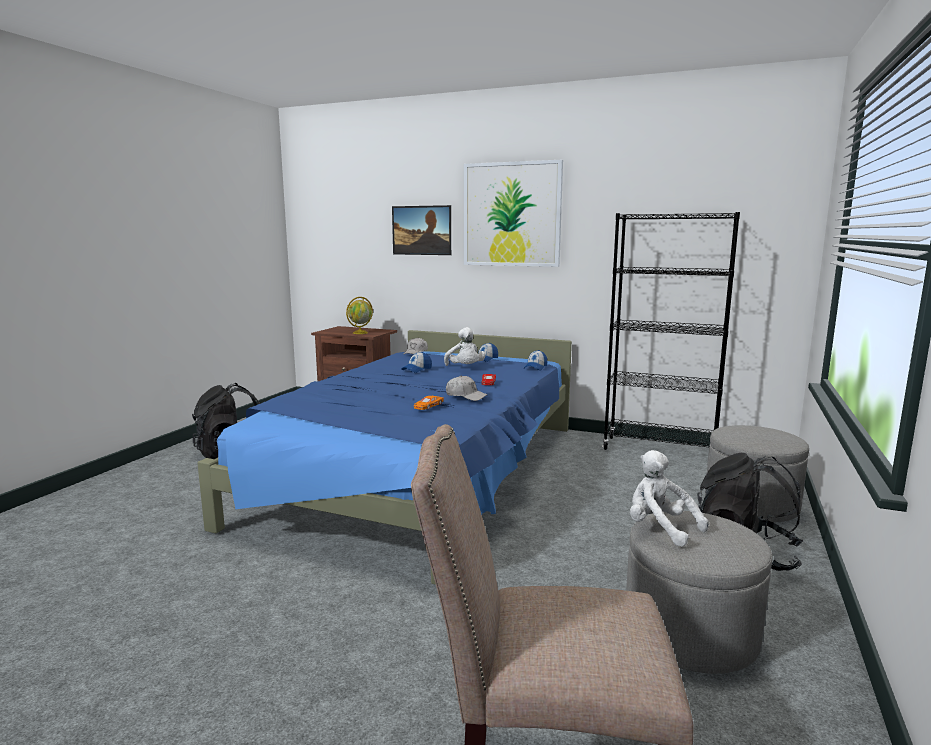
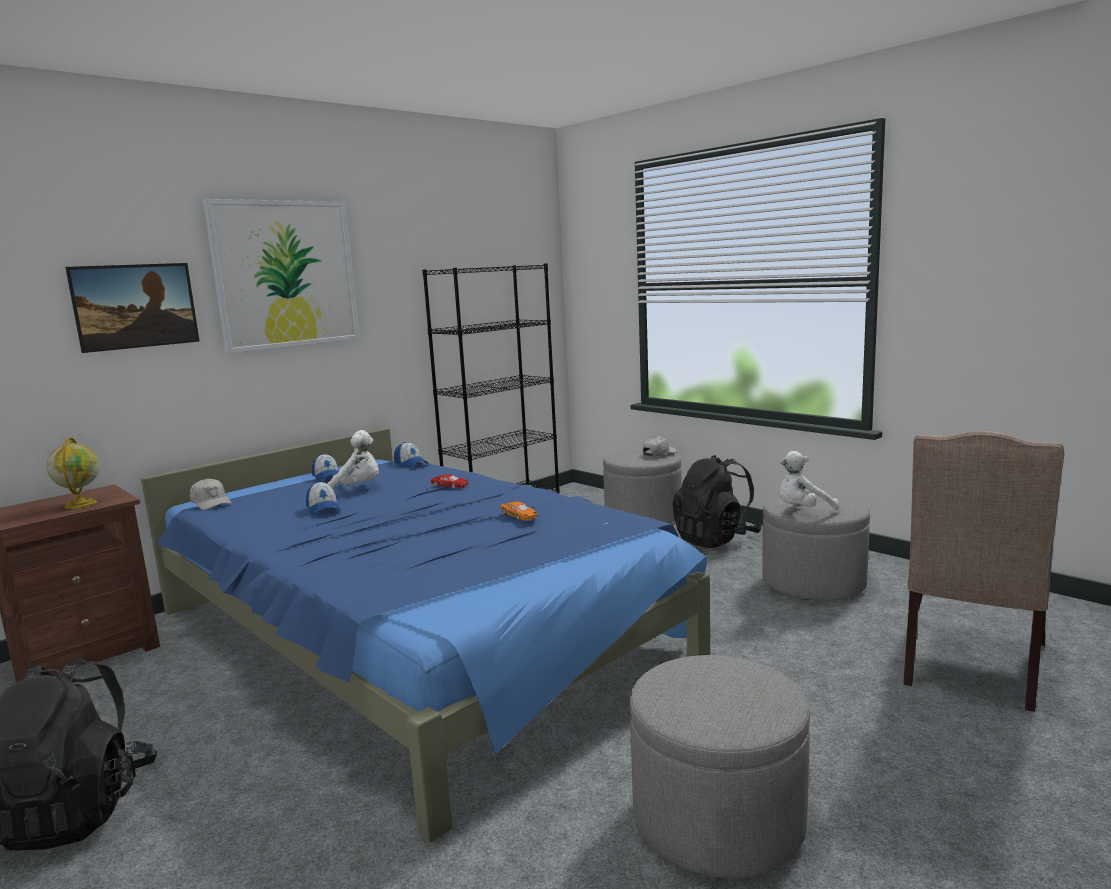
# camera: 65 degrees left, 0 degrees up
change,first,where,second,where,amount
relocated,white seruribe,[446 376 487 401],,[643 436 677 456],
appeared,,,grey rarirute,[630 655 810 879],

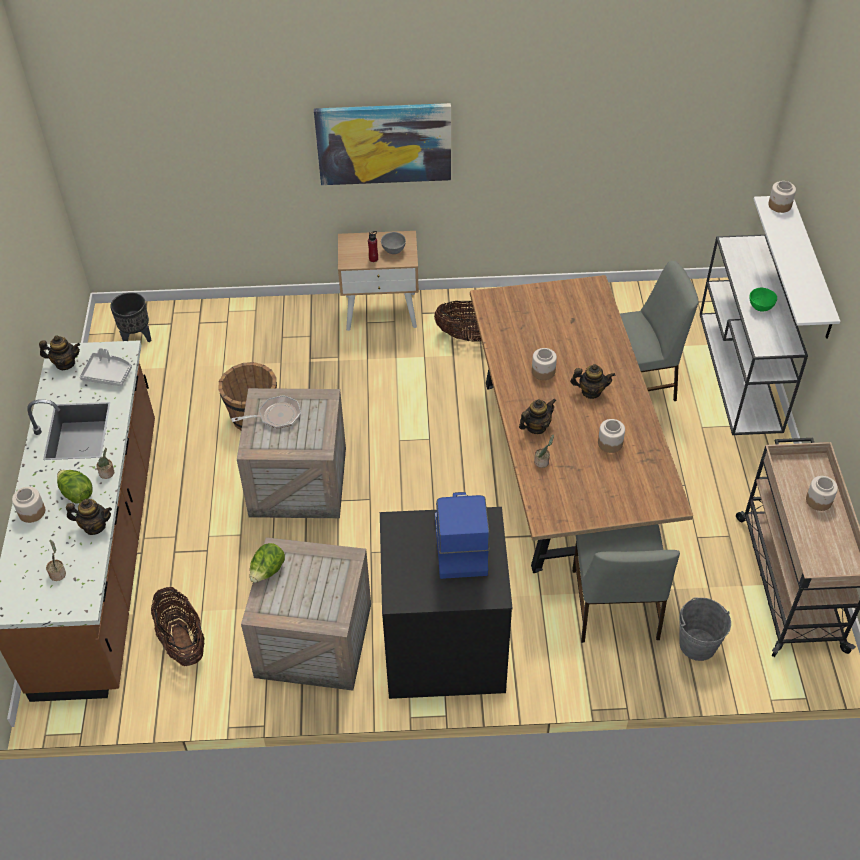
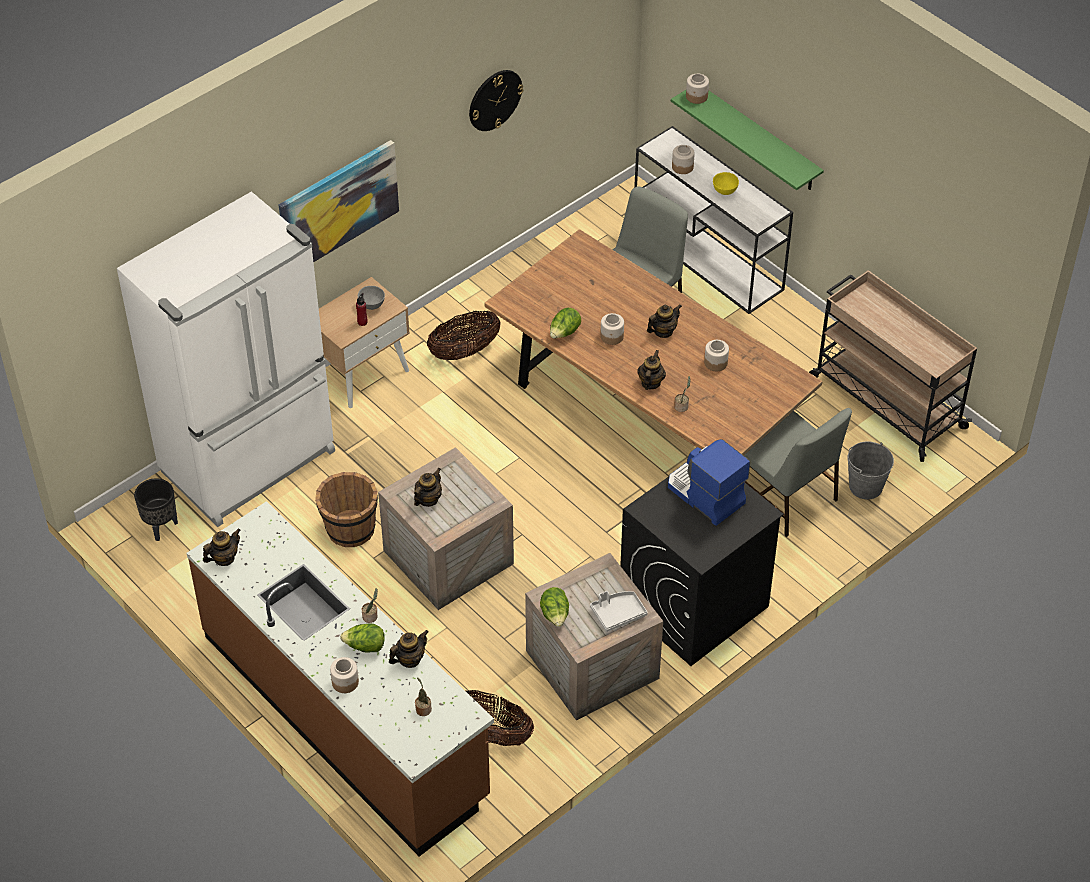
# camera: 40 degrees left, 0 degrees up
change,first,where,second,where,amount
colour,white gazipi,[754 196 840 339],green gazipi,[671 90 824 190],
colour,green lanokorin,[750 288 777 312],yellow lanokorin,[713 172 739 195],
relocated,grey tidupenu,[80 348 132 386],,[590 591 648 632],
exchanged,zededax,[231 395 301 429],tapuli,[414 468 442 507],
relocated,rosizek,[806 476 838 511],,[672 145 695 174],
appeared,,,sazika,[469 70 523 131],
appeared,,,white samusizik,[117 191 335 527],
appeared,,,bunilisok,[550 308 581 338],

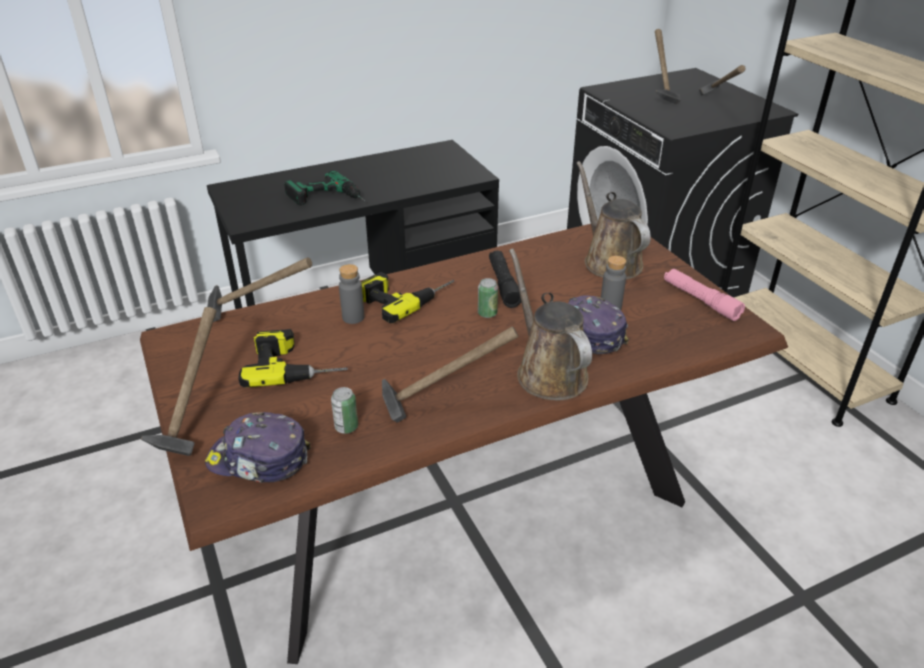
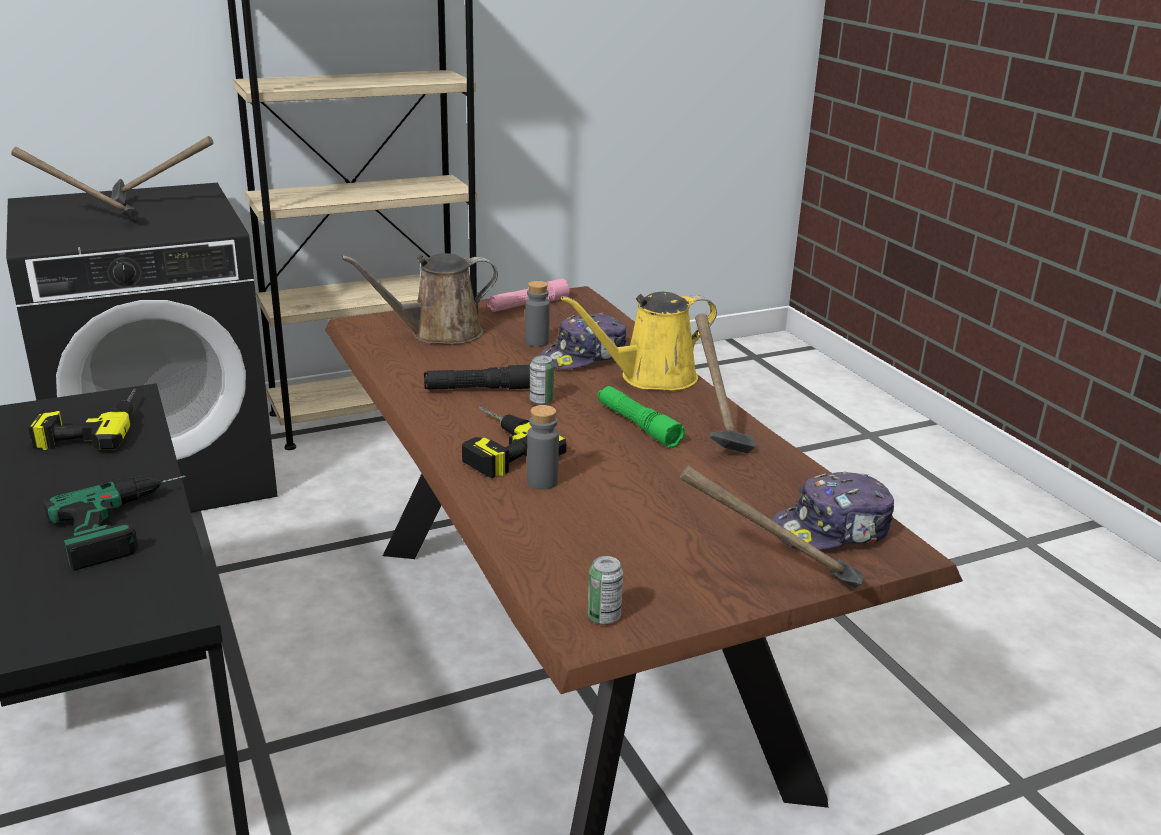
# camera: 90 degrees left, 10 degrees down
change,first,where,second,where,amount
colour,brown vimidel,[509 249 592 400],yellow vimidel,[561 292 717 391],
missing,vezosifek,[207 257 312 322],,,
relocated,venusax,[238 329 348 388],,[28 388 137 450],
relocated,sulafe,[331 387 358 434],,[587 556 623 625],
spun,seruribe,[205 412 311 483],,[772 472 894 550],60 degrees clockwise
appeared,,,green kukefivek,[597 386 685 448],

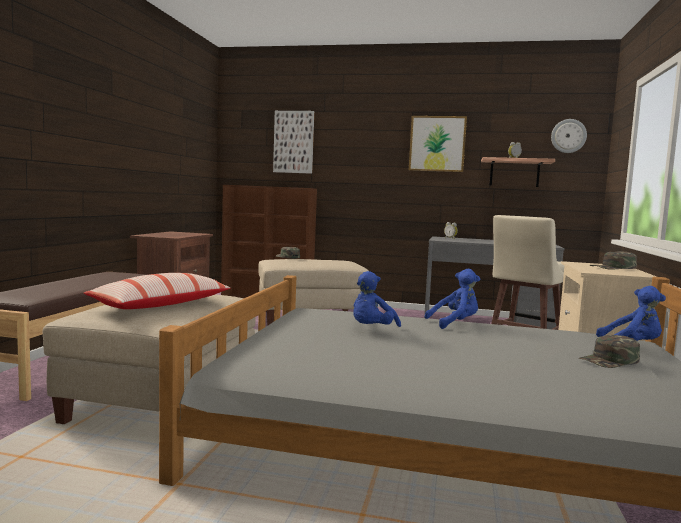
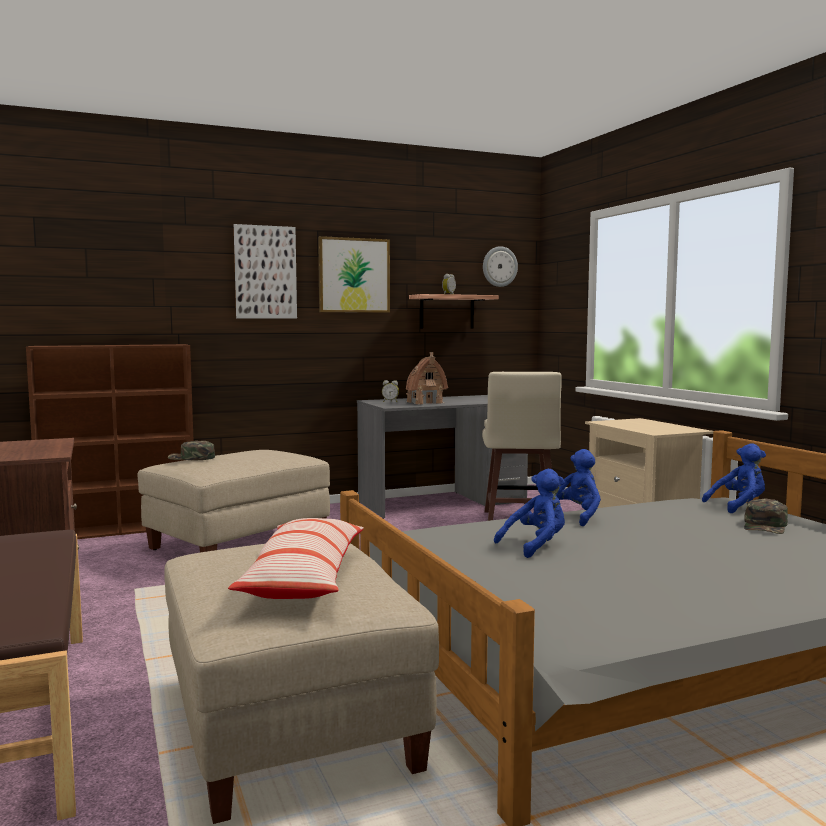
# camera: 35 degrees left, 0 degrees up
change,first,where,second,where,amount
relocated,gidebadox,[273 111 314 174],,[234 224 297 319],
missing,green seruribe,[590 251 637 270],,,
spun,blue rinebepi,[353 271 401 327],,[494 469 565 558],120 degrees counterclockwise
appeared,,,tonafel,[406 352 448 405],

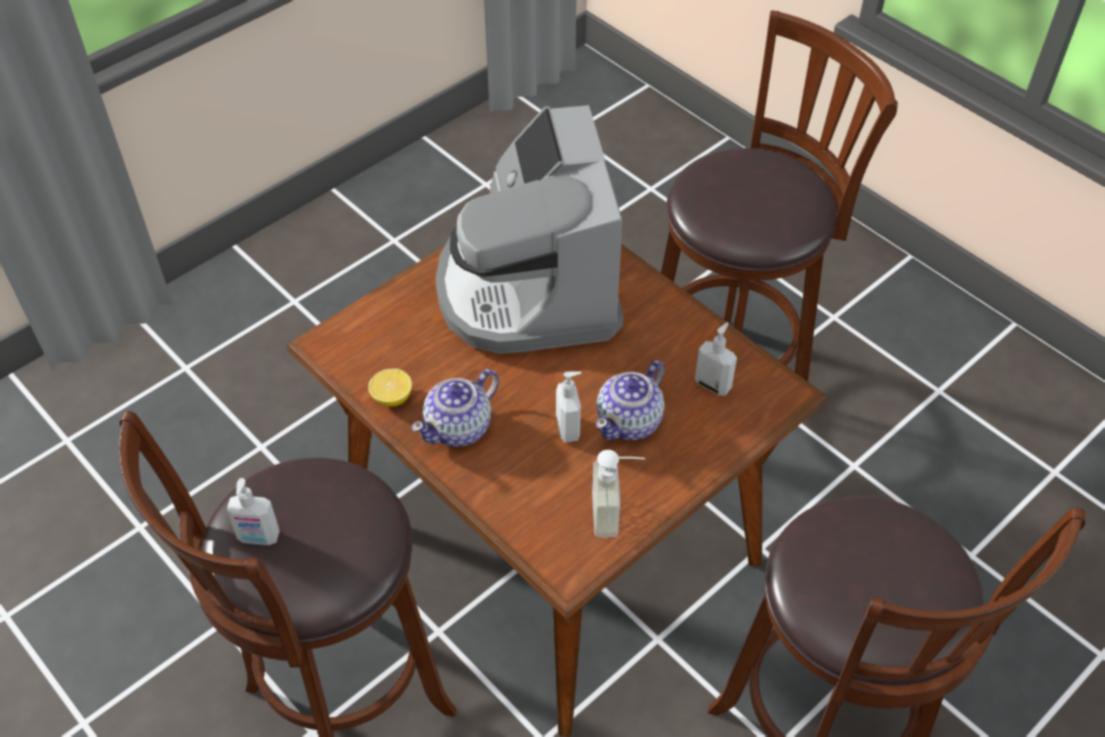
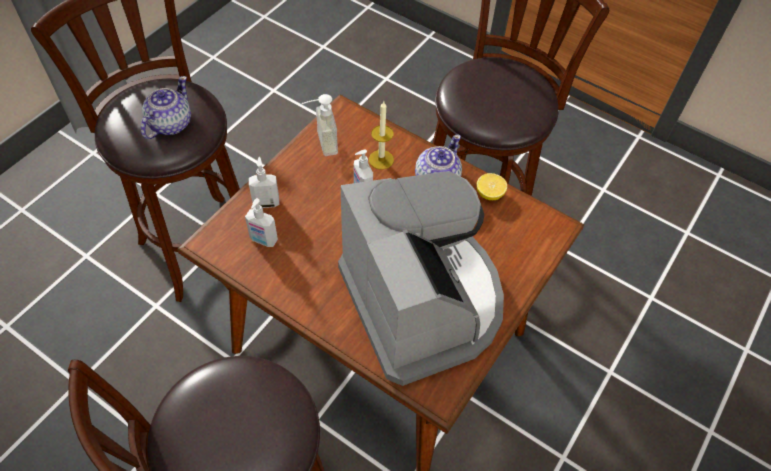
# camera: 165 degrees right, 5 degrees up
change,first,where,second,where,amount
relocated,tapuli,[596 360 665 440],,[141 76 191 139],
relocated,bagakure,[226 478 280 545],,[249 157 279 208],
appeared,,,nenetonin,[369 101 394 169],

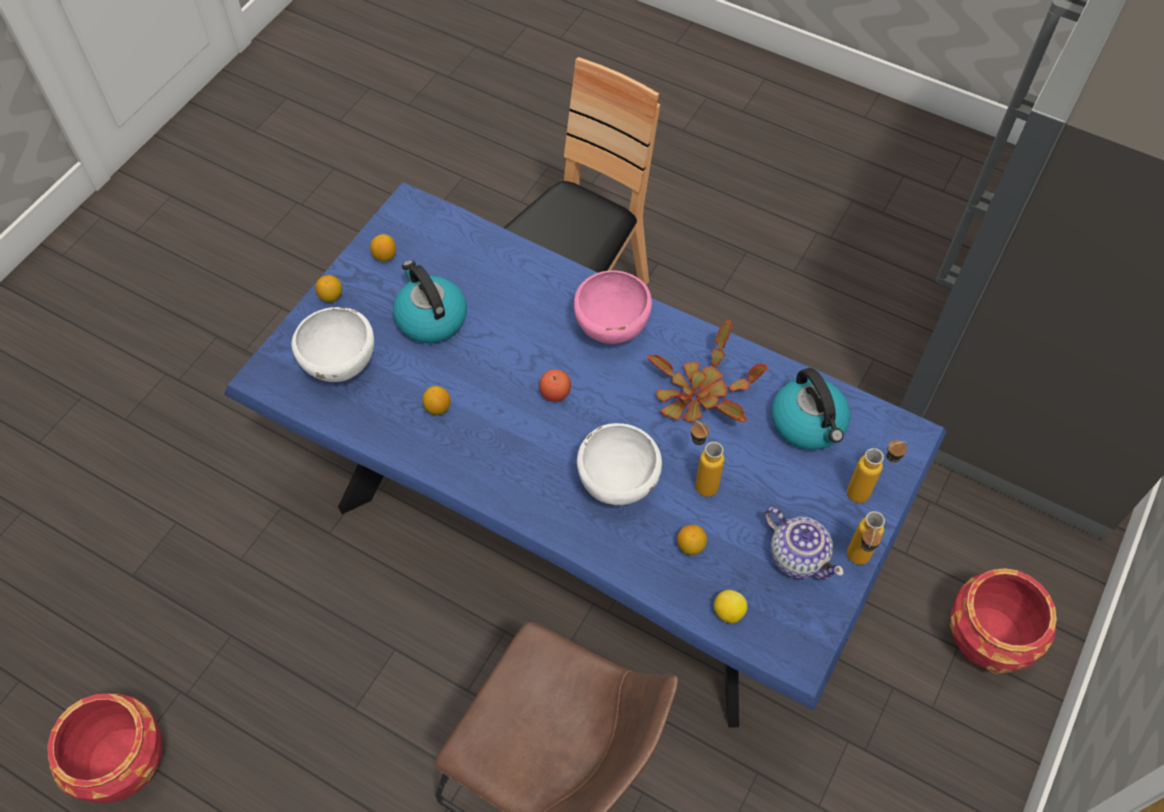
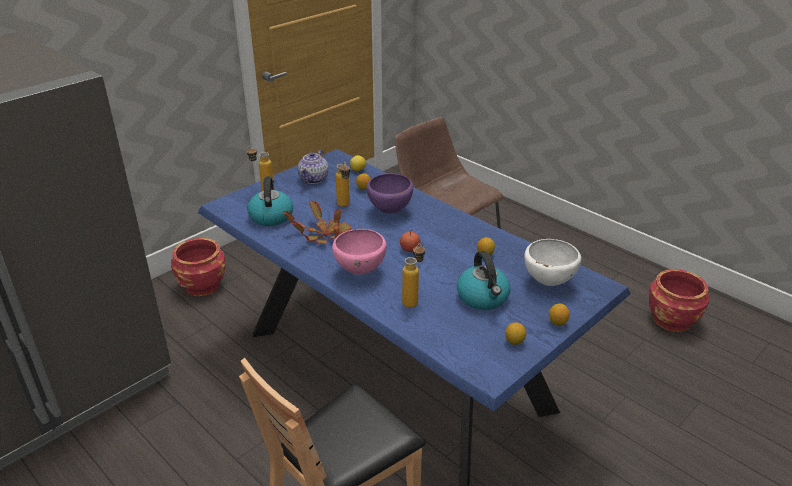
# camera: 165 degrees left, 25 degrees down
change,first,where,second,where,amount
colour,white lanokorin,[577 423 662 505],purple lanokorin,[367 174 413 214],
spun,tapuli,[764 507 844 580],,[298 150 328 184],135 degrees counterclockwise
relocated,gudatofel,[847 511 885 565],,[402 243 425 308],

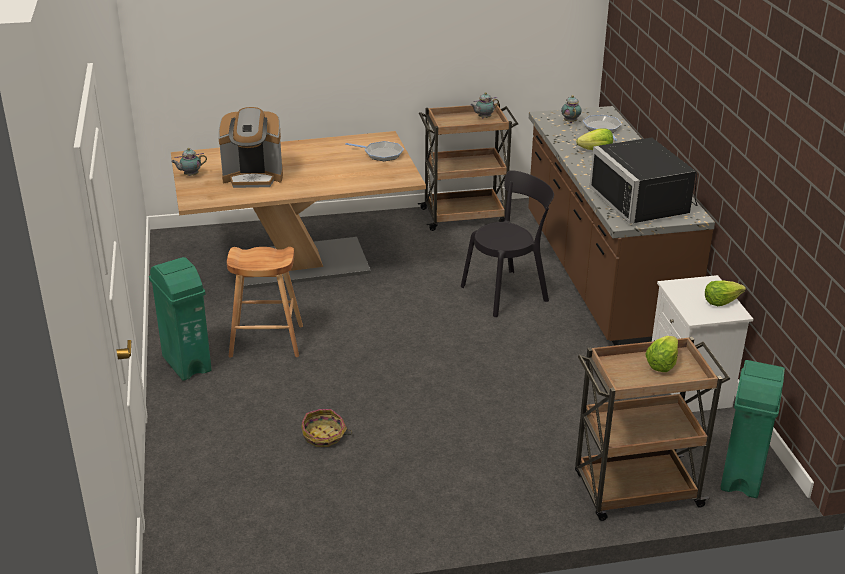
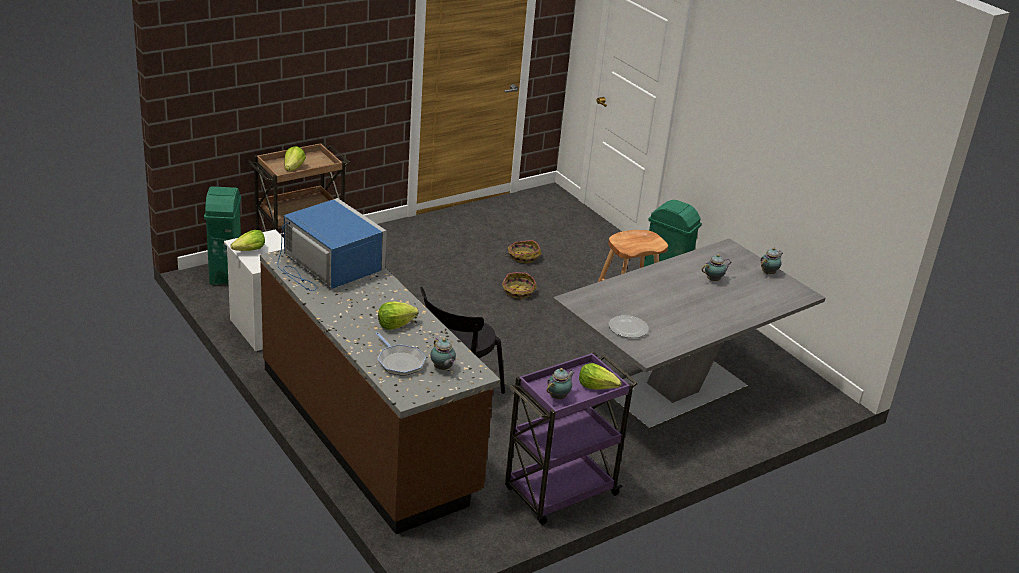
# camera: 155 degrees right, 0 degrees up
change,first,where,second,where,amount
colour,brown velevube,[418 103 518 231],purple velevube,[505 352 637 525],
exchanged,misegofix,[218 107 283 188],tapuli,[701 254 732 281],
colour,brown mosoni,[171 131 426 289],grey mosoni,[553 238 825 431],
colour,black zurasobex,[590 138 698 224],blue zurasobex,[277 198 387 291],
exchanged,zededax,[345 141 404 161],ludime,[609 315 649 338],
appeared,,,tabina,[502 272 537 300],
appeared,,,bunilisok,[579 363 621 390],

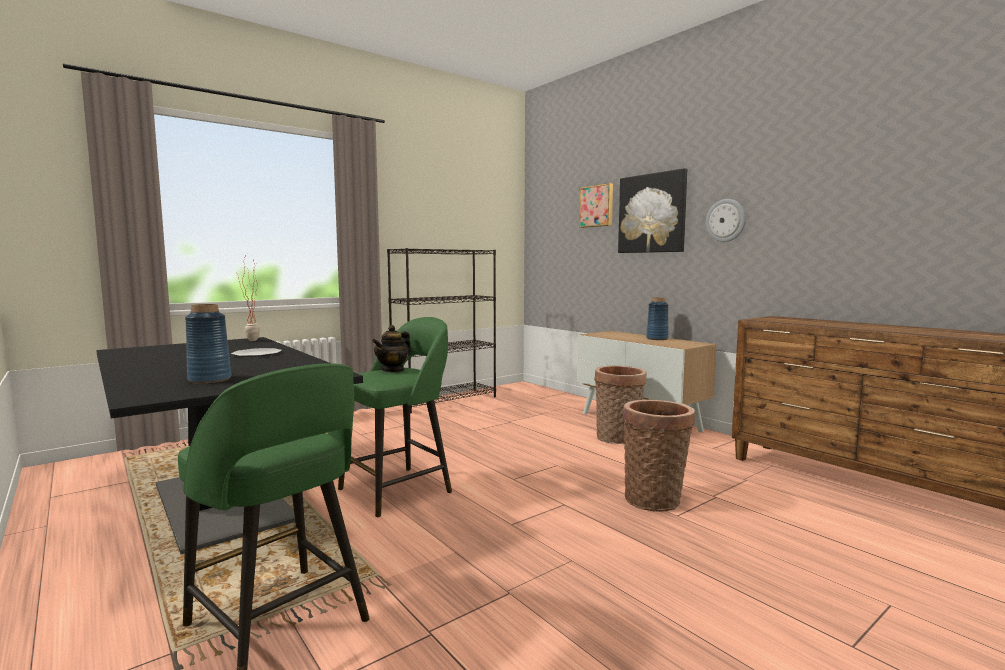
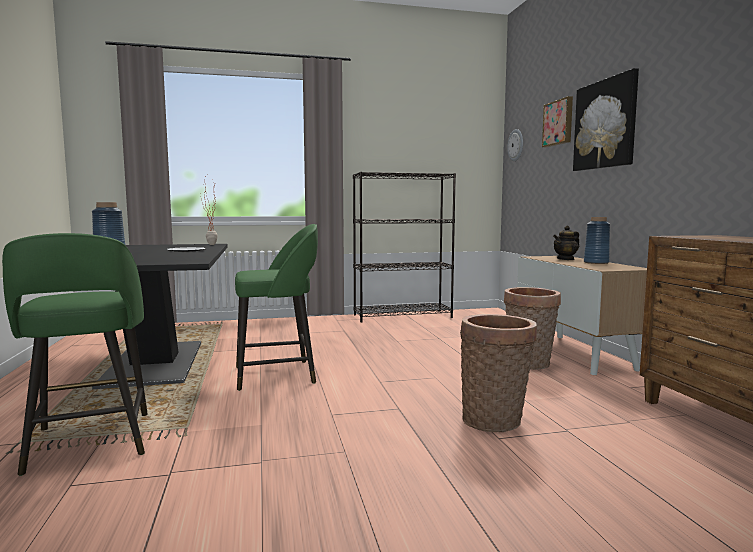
# camera: 25 degrees right, 0 degrees up
change,first,where,second,where,amount
relocated,sazika,[706 199 746 242],,[507 129 523 161],
relocated,tapuli,[372 325 411 372],,[553 226 579 260],

